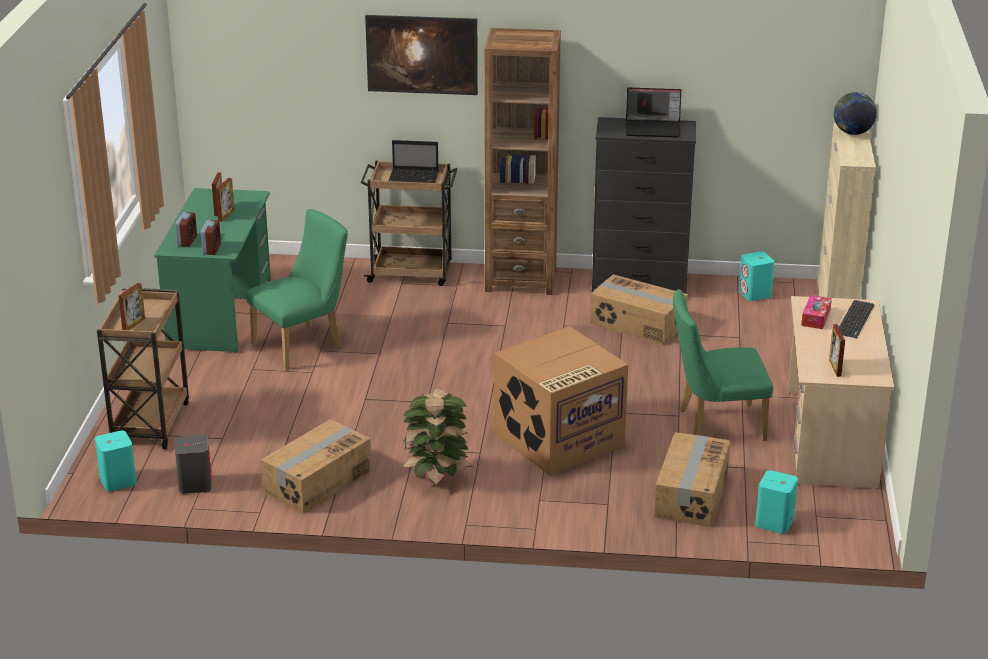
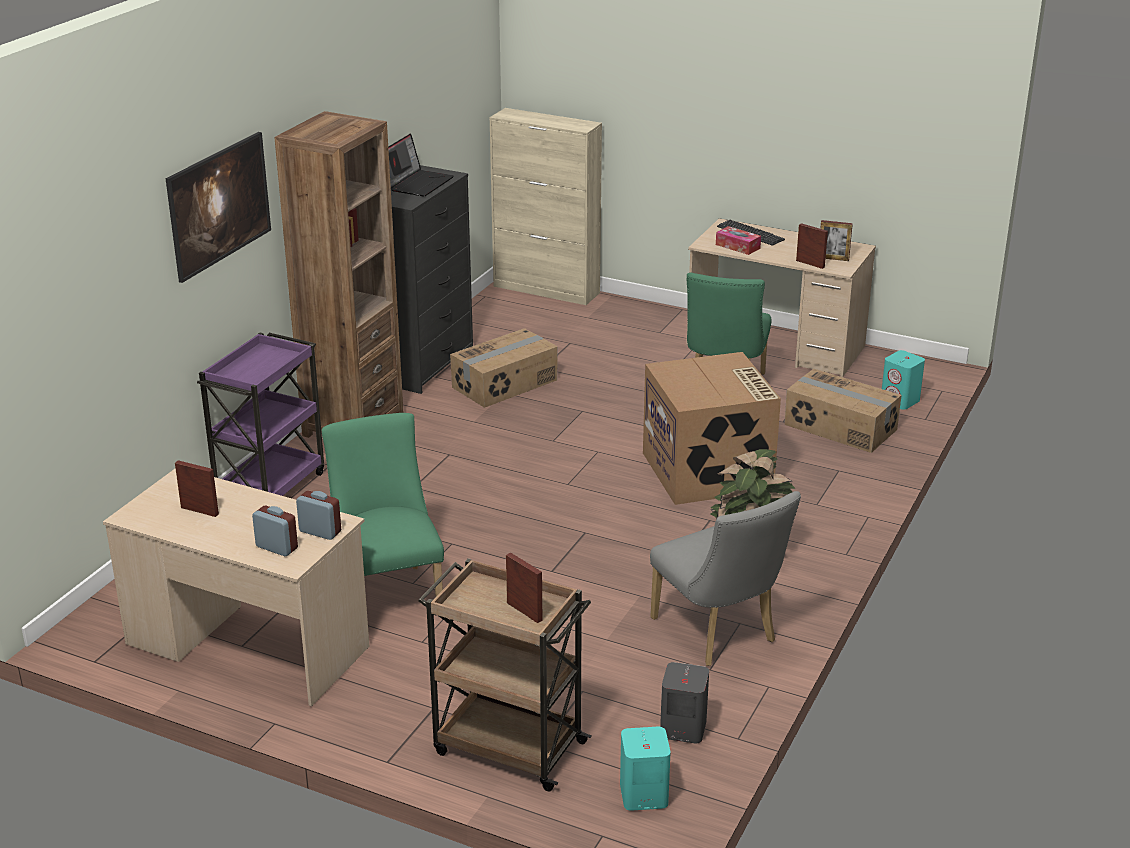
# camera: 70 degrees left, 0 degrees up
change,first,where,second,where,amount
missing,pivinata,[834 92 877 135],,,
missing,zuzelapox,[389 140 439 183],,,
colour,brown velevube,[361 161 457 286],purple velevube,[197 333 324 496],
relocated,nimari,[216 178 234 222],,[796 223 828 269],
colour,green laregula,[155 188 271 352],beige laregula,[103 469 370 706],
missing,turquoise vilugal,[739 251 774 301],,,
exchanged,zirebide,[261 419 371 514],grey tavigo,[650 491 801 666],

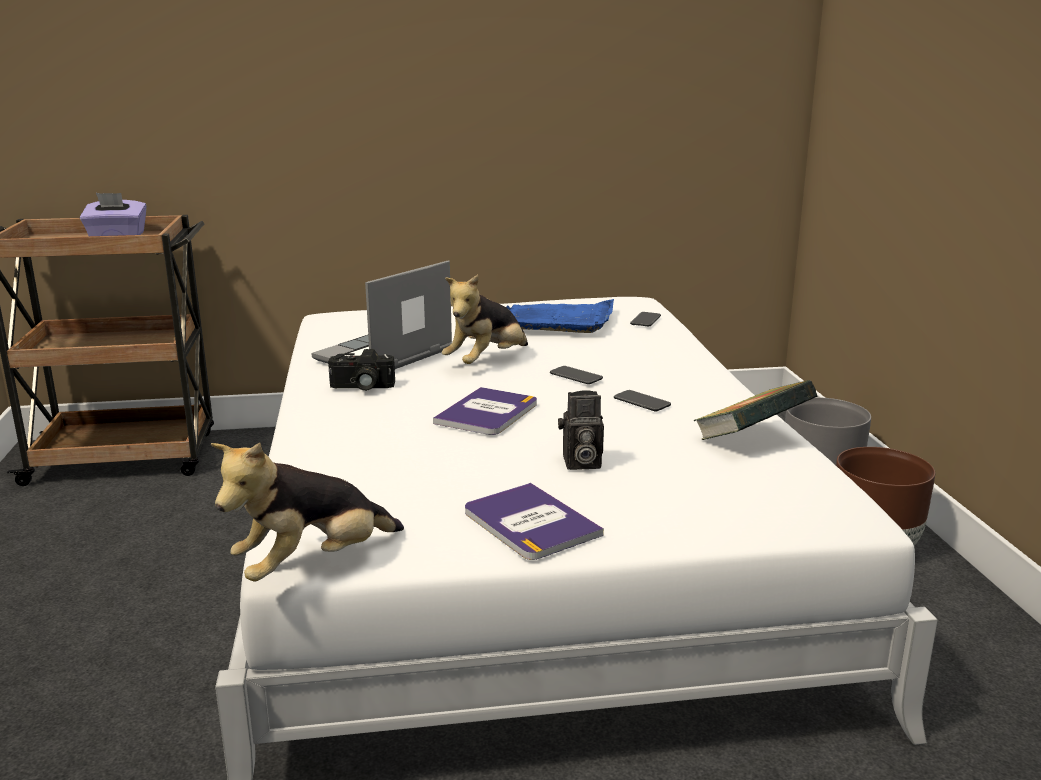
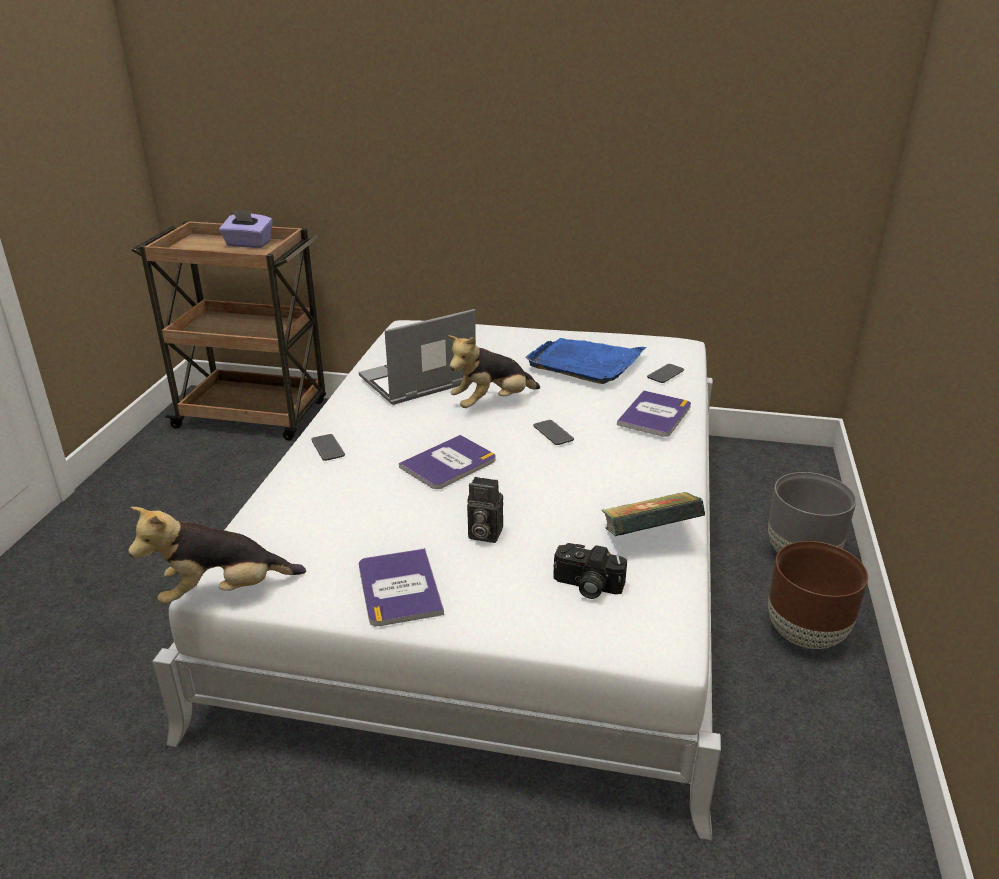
# camera: 20 degrees right, 10 degrees up
change,first,where,second,where,amount
relocated,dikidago,[328 349 395 391],,[553 543 627 599],
relocated,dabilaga,[614 390 671 412],,[311 434 345 461],
appeared,,,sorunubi,[617 390 691 437],

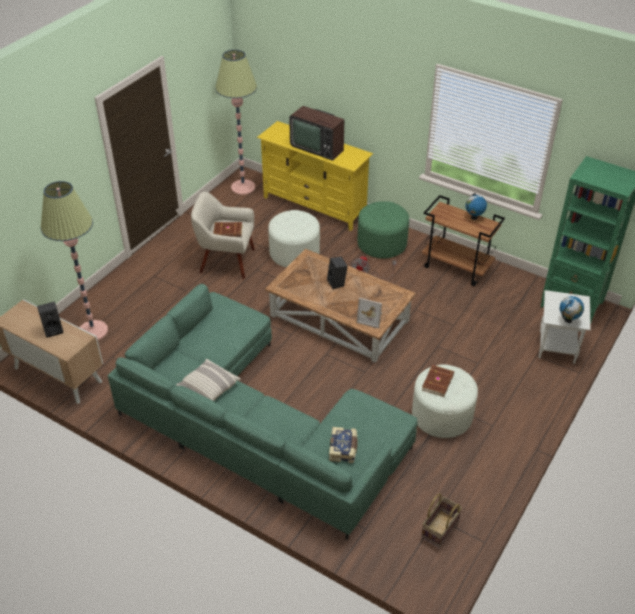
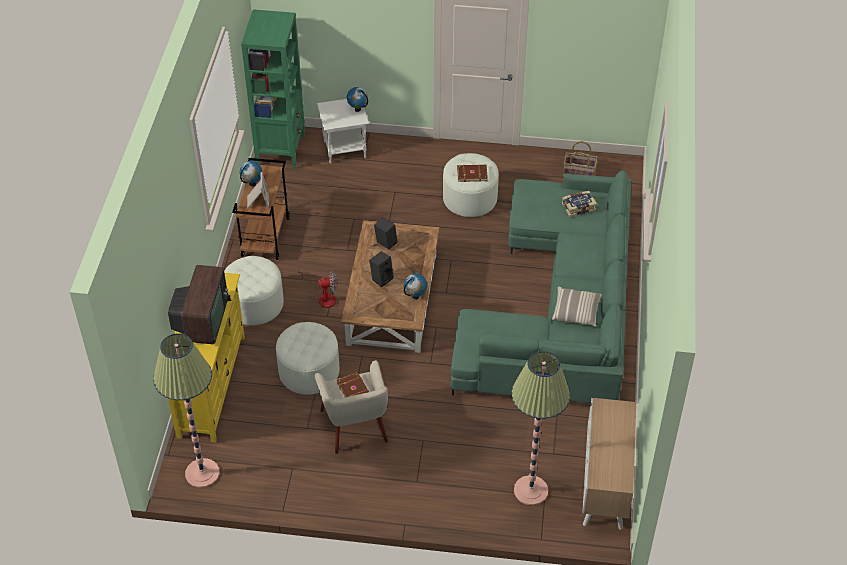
# camera: 115 degrees left, 5 degrees up
change,first,where,second,where,amount
colour,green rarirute,[358 201 409 259],white rarirute,[224 256 284 325],
relocated,nimari,[357 298 382 328],,[247 172 269 209],
relocated,black vilugal,[37 301 63 338],,[374 217 398 249],
appeared,,,pivinata,[404 273 427 300],

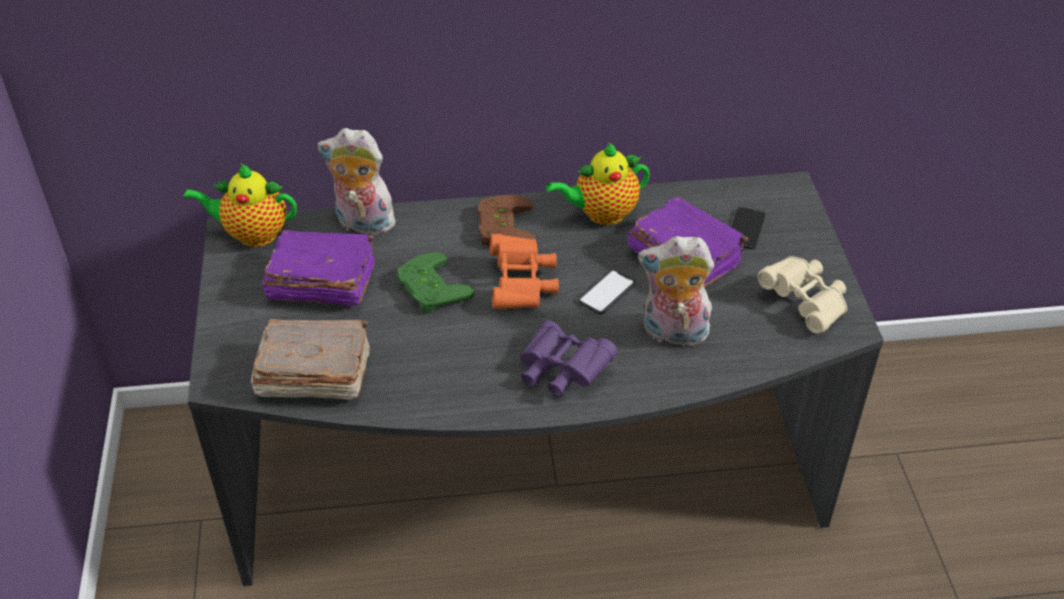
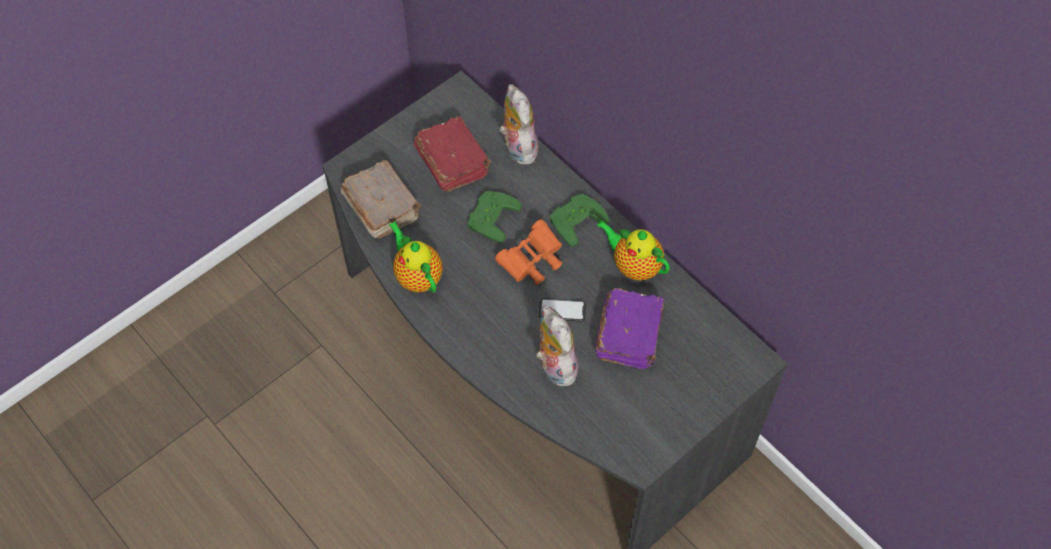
# camera: 55 degrees right, 15 degrees up
change,first,where,second,where,amount
relocated,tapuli,[183 163 297 247],,[388 221 443 293],
colour,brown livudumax,[478 195 536 247],green livudumax,[550 194 609 247],
missing,dabilaga,[731 207 766 249],,,
colour,purple sorunubi,[262 230 375 306],red sorunubi,[414 116 491 192],
missing,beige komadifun,[757 256 847 334],,,
missing,purple komadifun,[520 320 617 396],,,

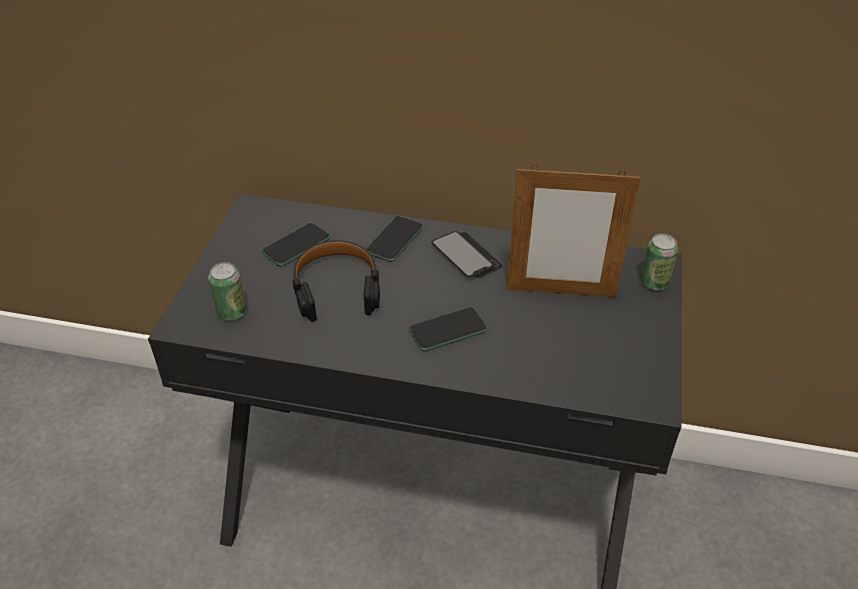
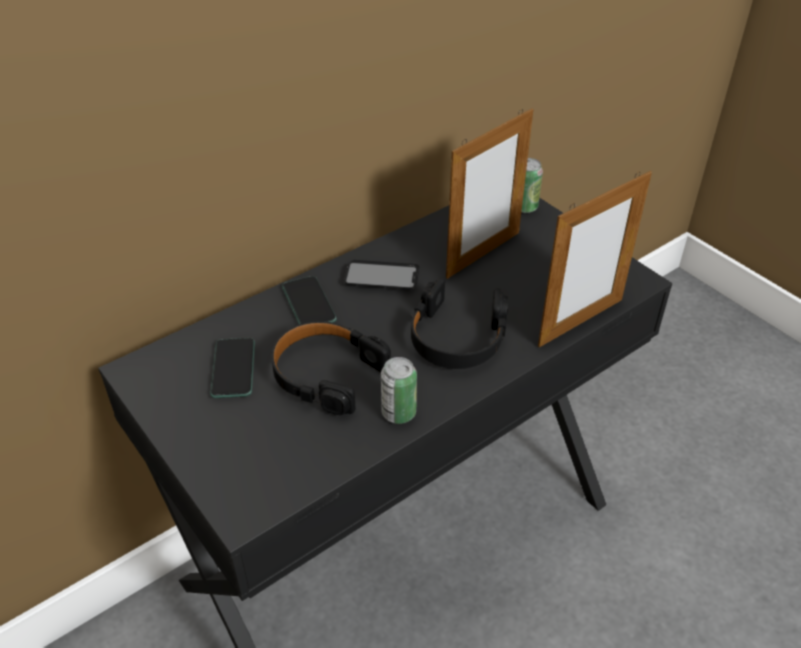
# camera: 50 degrees left, 0 degrees up
change,first,where,second,where,amount
relocated,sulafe,[208 262 247 321],,[381 357 417 424],
exchanged,dabilaga,[409 307 487 351],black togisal,[411 278 508 369],
appeared,,,nimari,[538 171 652 347],

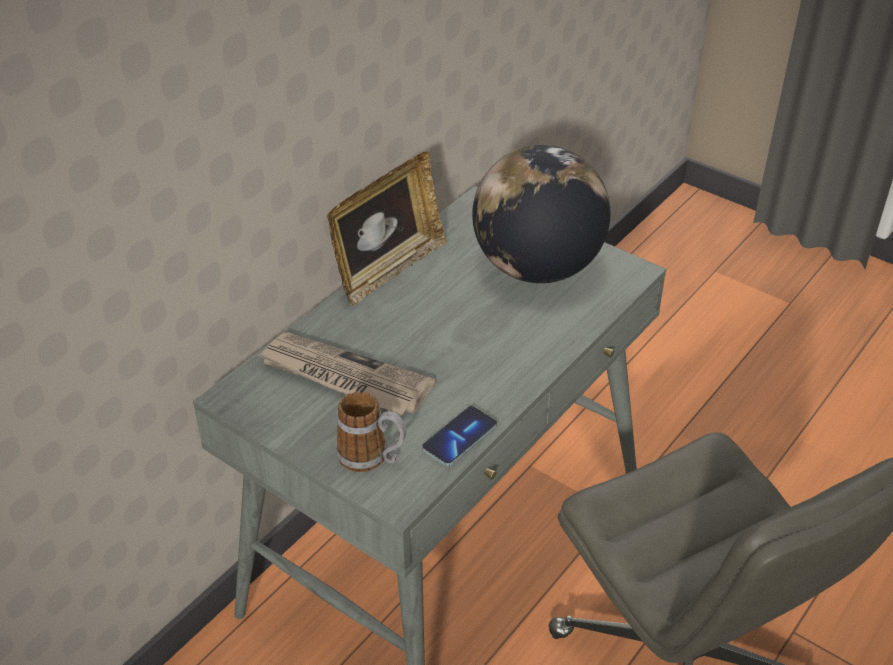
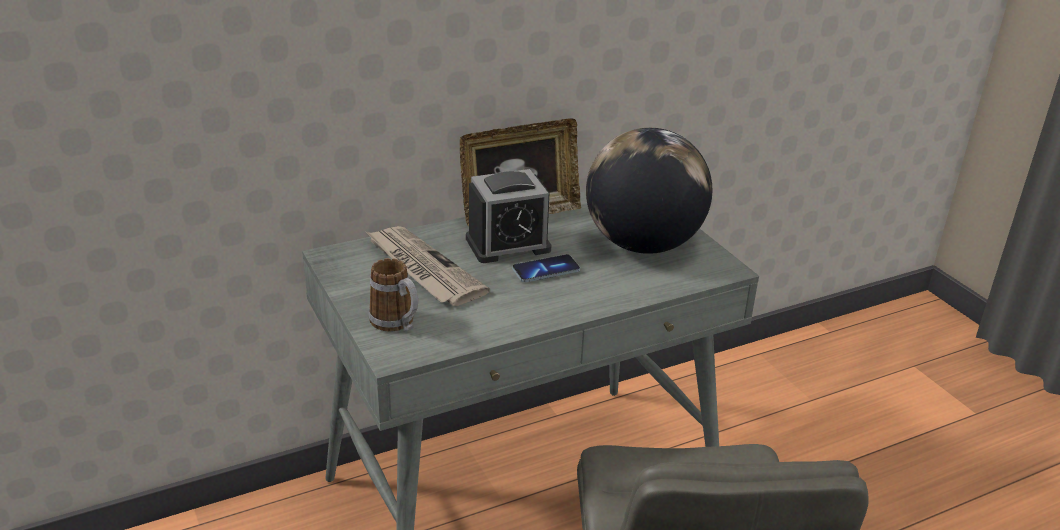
# camera: 25 degrees right, 10 degrees down
change,first,where,second,where,amount
relocated,dabilaga,[422 406 497 466],,[512 254 580 282],
appeared,,,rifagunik,[466 169 551 263],

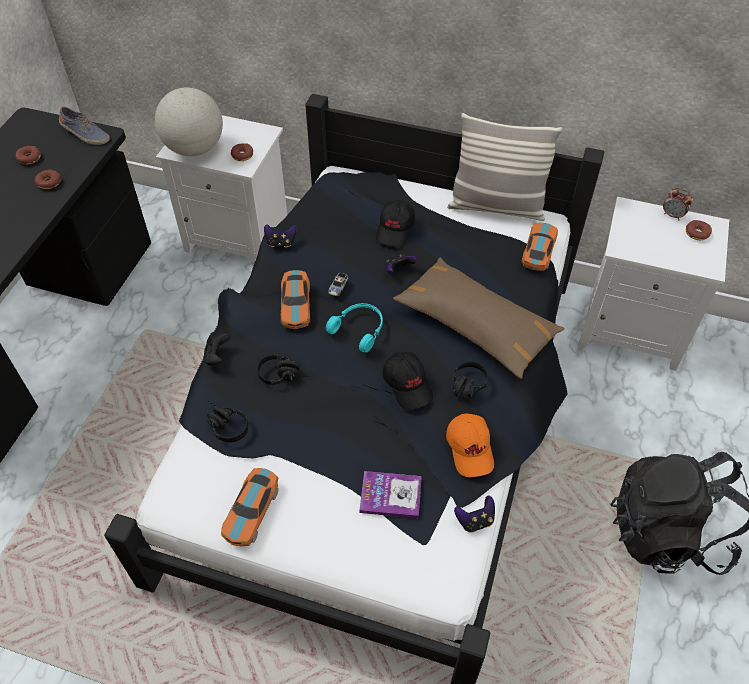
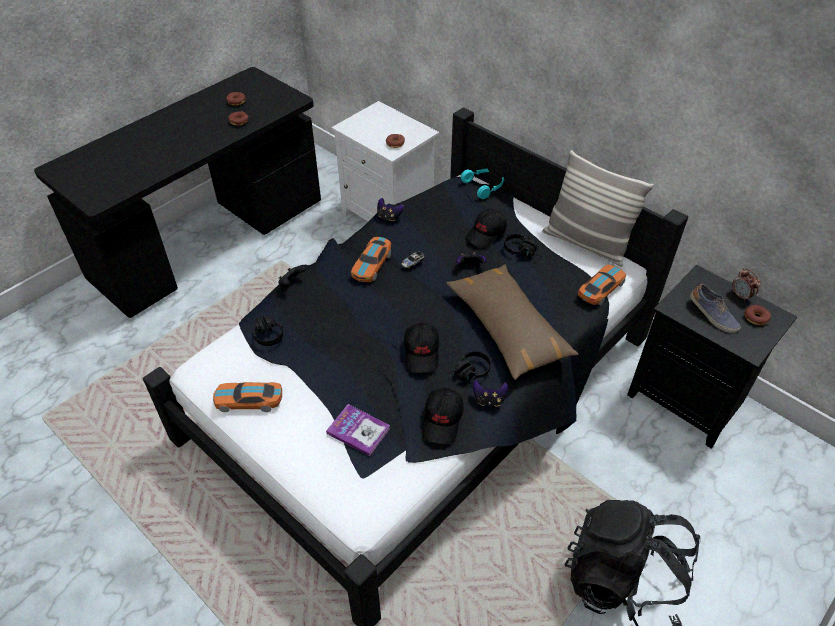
# camera: 25 degrees right, 5 degrees down
change,first,where,second,where,amount
missing,pivinata,[155 87 223 156],,,
relocated,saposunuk,[59 107 110 145],,[690 284 741 333],
colour,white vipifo,[578 197 729 371],black vipifo,[627 265 797 449],
relocated,turquoise togisal,[326 303 383 352],,[461 169 504 199],
relocated,black togisal,[257 354 310 385],,[504 234 542 257],
colour,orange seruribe,[446 413 494 477],black seruribe,[422 388 464 444],
spun,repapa,[221 468 279 546],,[213 382 282 412],45 degrees clockwise
relocated,livudumax,[454 496 495 533],,[473 380 508 407],

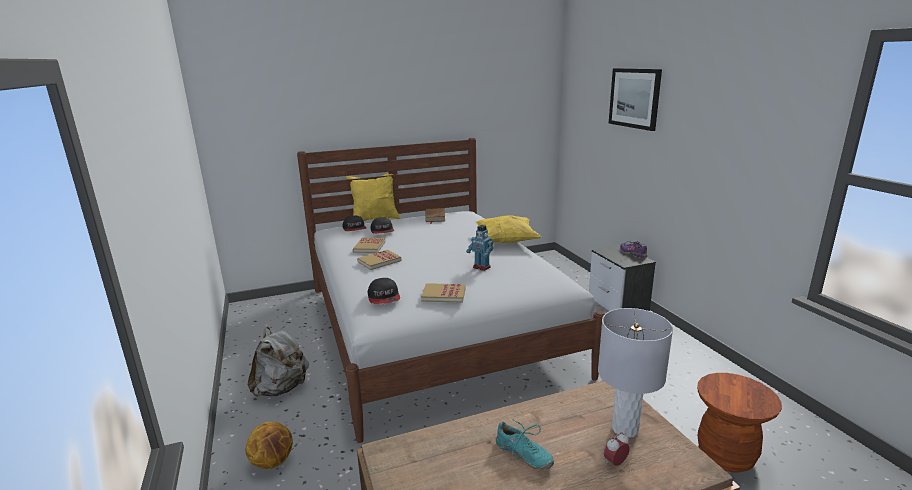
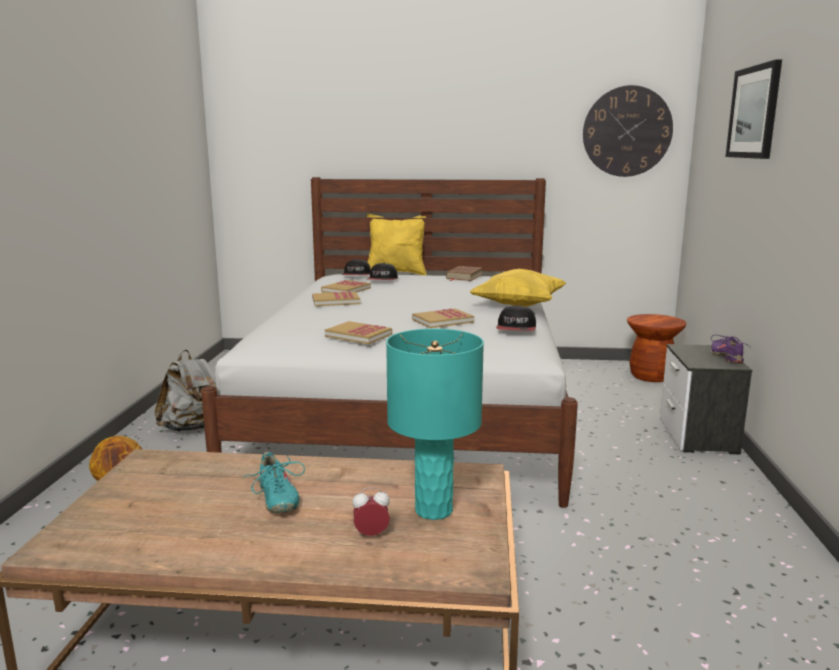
# camera: 25 degrees right, 5 degrees down
change,first,where,second,where,amount
exchanged,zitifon,[466 225 493 271],sorunubi,[412 308 474 328],
relocated,seruribe,[368 278 400 304],,[496 305 536 331],
colour,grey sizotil,[598 308 673 438],turquoise sizotil,[386 329 484 520],
relocated,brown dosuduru,[697 373 782 473],,[627 314 686 382],
appeared,,,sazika,[583 85 673 177],

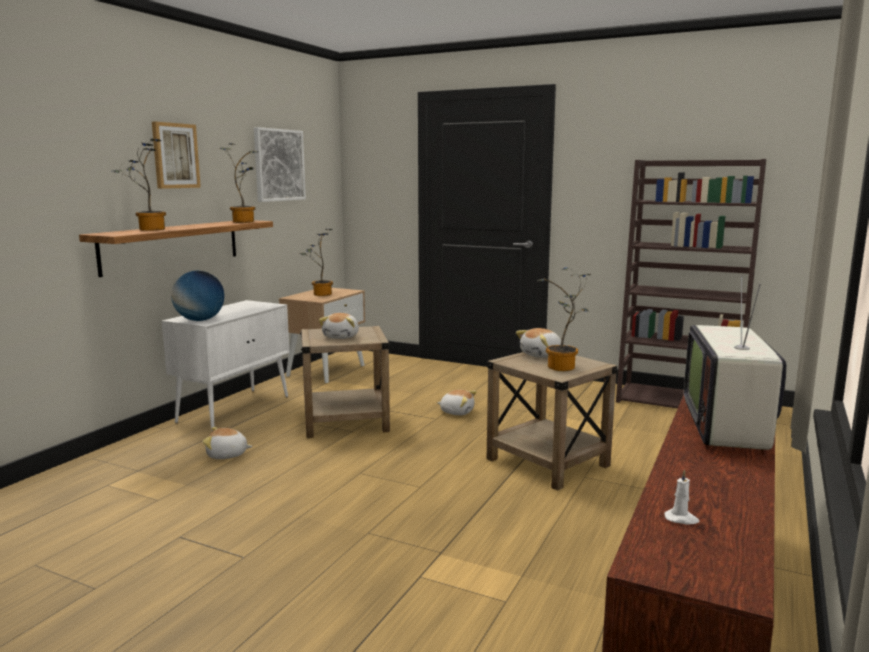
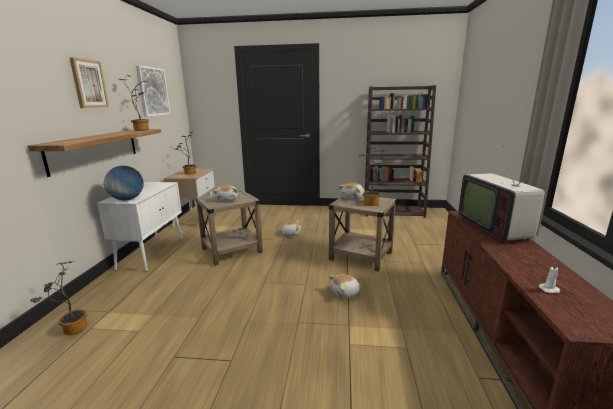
# camera: 20 degrees left, 5 degrees up
change,first,where,second,where,amount
relocated,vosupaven,[112 139 166 231],,[30 261 87 335],
relocated,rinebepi,[202 427 253 459],,[328 275 360 298],

